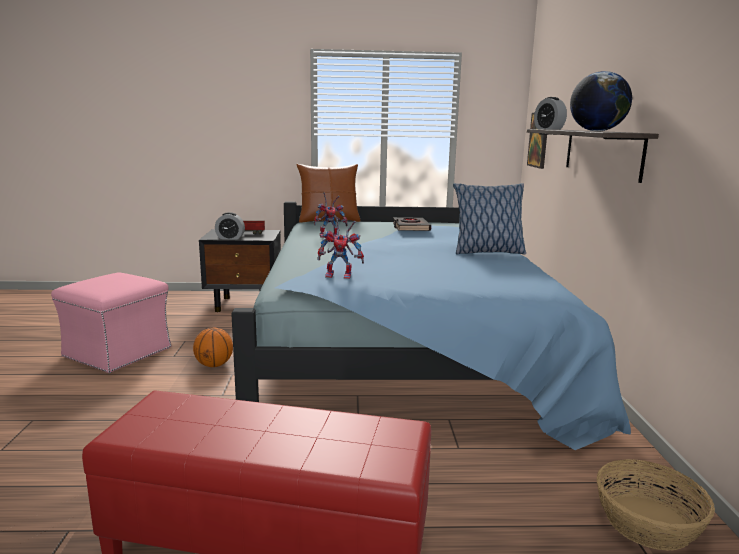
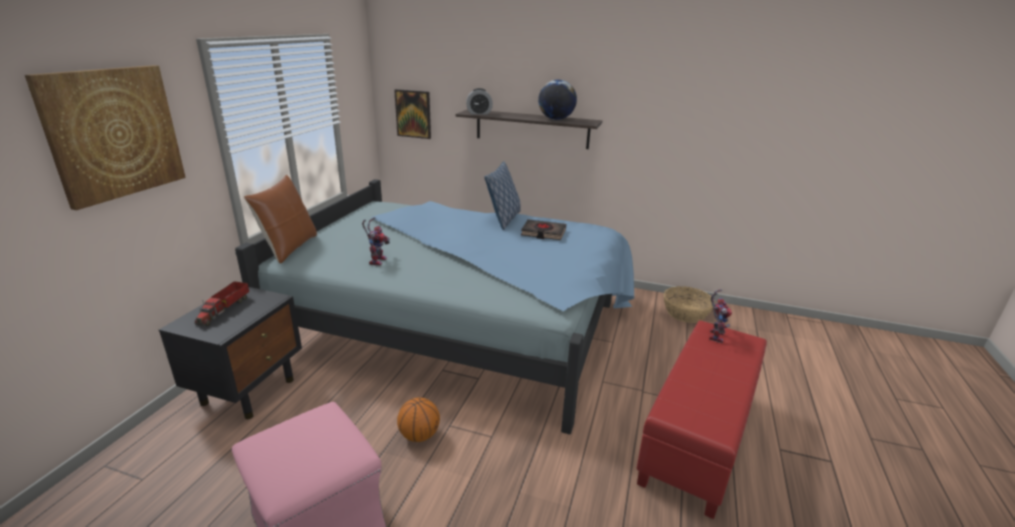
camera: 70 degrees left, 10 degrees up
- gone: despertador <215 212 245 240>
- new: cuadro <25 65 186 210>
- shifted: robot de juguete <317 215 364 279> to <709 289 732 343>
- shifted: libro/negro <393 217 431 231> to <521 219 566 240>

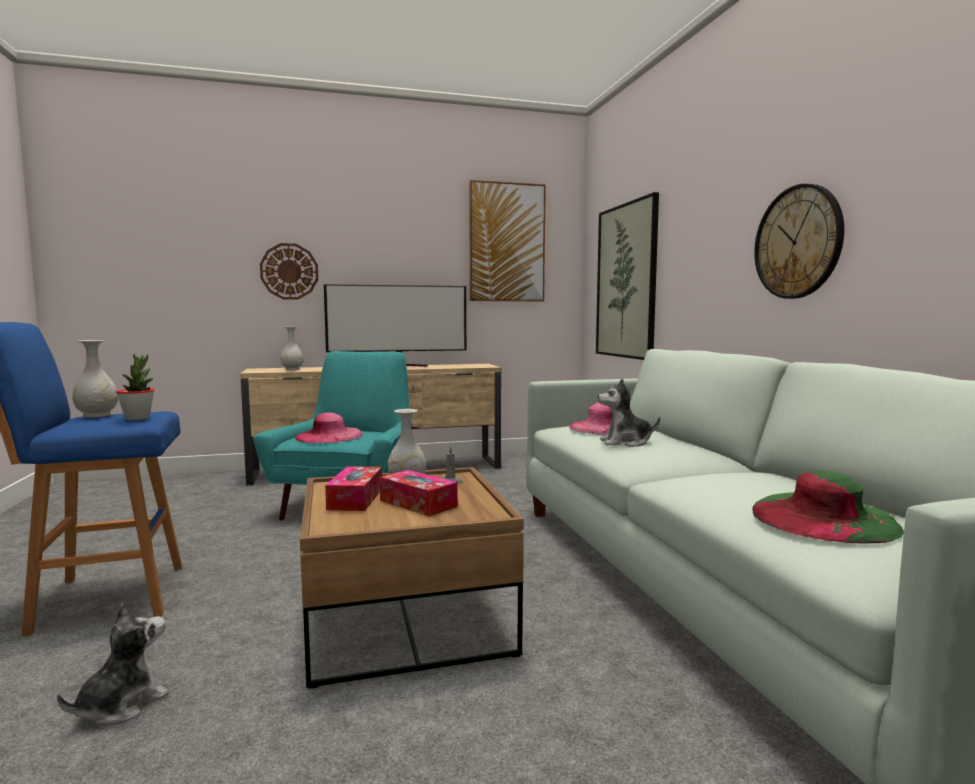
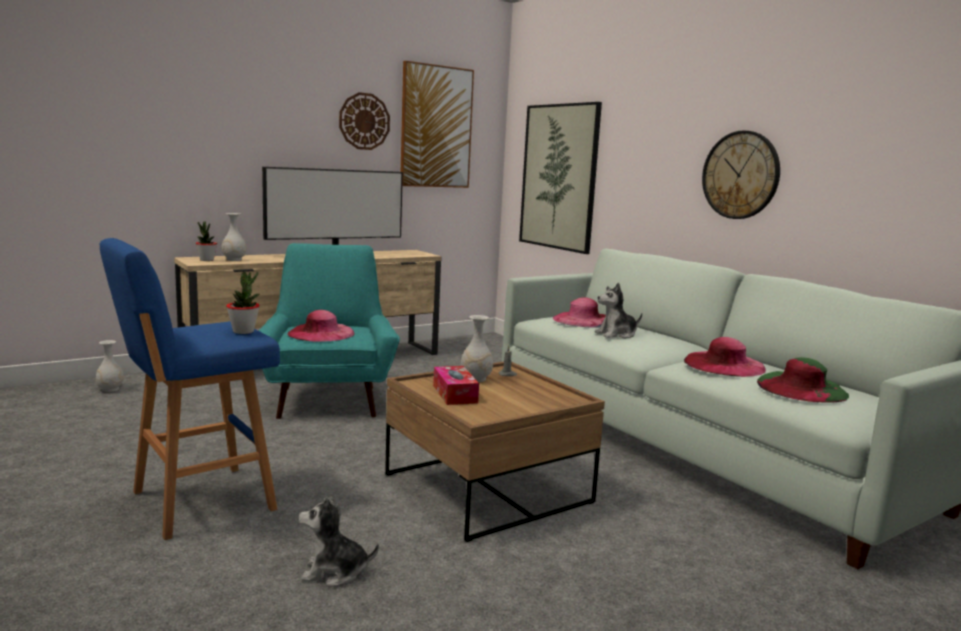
camera: 20 degrees left, 5 degrees up
- gone: caja de pañuelos <380 470 458 517>
- new: planta en maceta <196 221 217 261>
- new: sombrero/rosa <684 337 766 377>
- shifted: florero/blanco <72 340 118 418> to <95 340 124 392>
- shifted: reloj de pared <260 243 318 300> to <339 92 390 150>
- rotated: peluche <57 603 169 726> = <299 494 379 587> 105 degrees counterclockwise

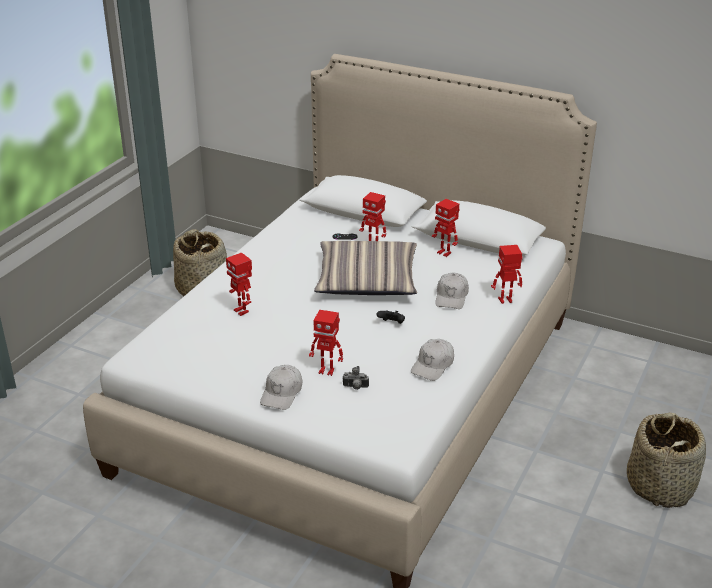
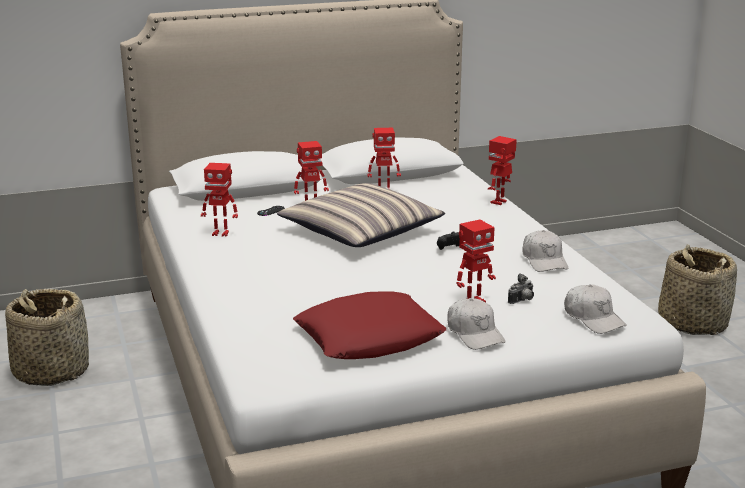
camera: 45 degrees left, 10 degrees down
- new: cojín/rojo <293 291 446 359>
- shifted: robot de juguete <226 253 252 316> to <201 163 238 237>
- shifted: gorra/blanco <436 273 469 309> to <564 284 627 334>

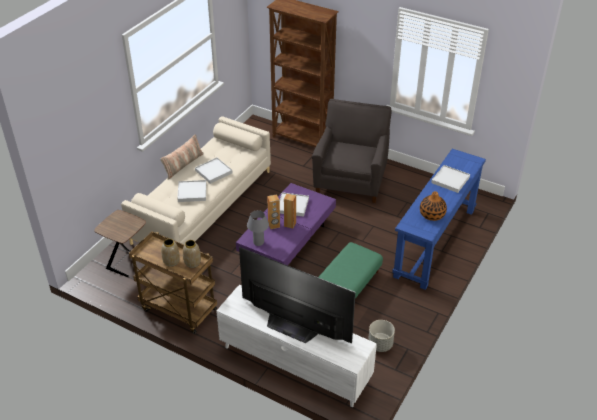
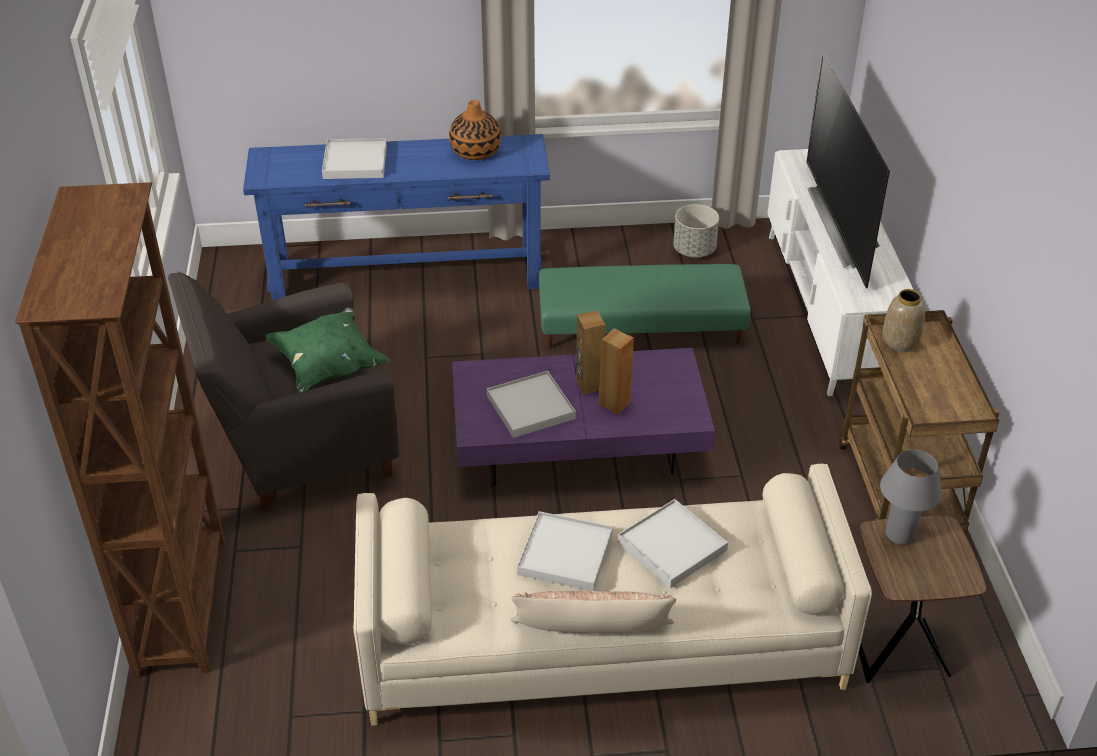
camera: 125 degrees left, 0 degrees up
- gone: florero <161 239 180 267>
- new: cojín/verde <265 308 391 393>
- shifted: lámpara de mesa/gris <247 210 269 246> to <880 450 942 544>

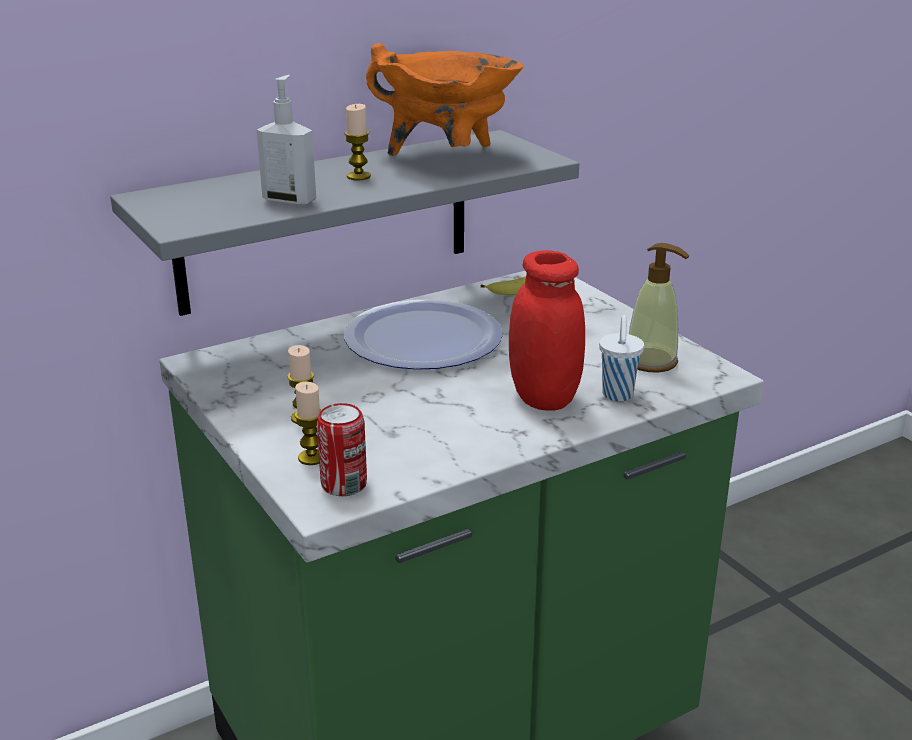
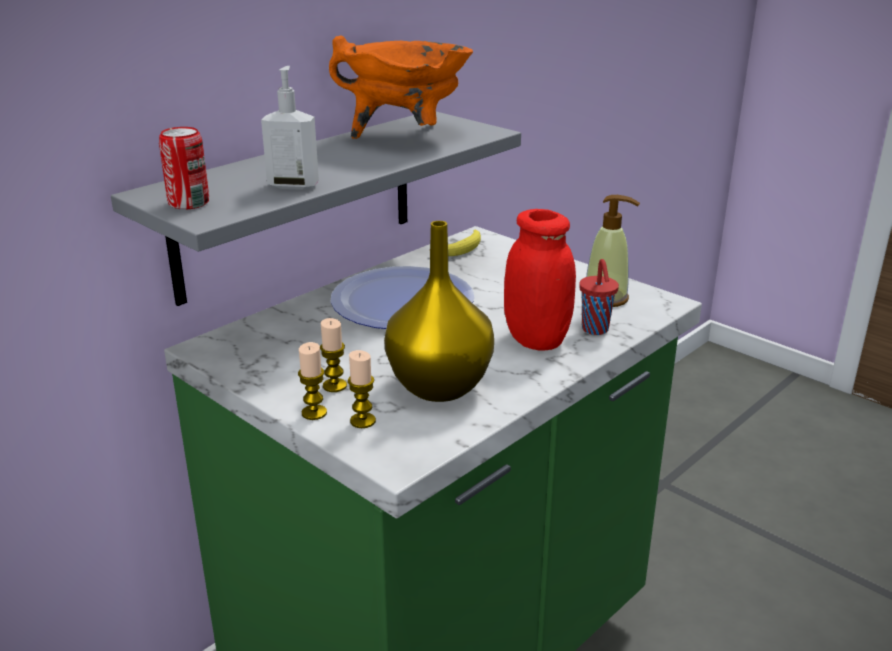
camera: 15 degrees left, 0 degrees up
- new: florero/amarillo <384 221 494 402>
- shifted: lata <317 403 367 496> to <159 127 209 209>
- shifted: vela <345 104 371 180> to <298 342 327 420>
- repainted: taza/blanco <599 315 644 401> to taza/rojo <579 259 619 335>

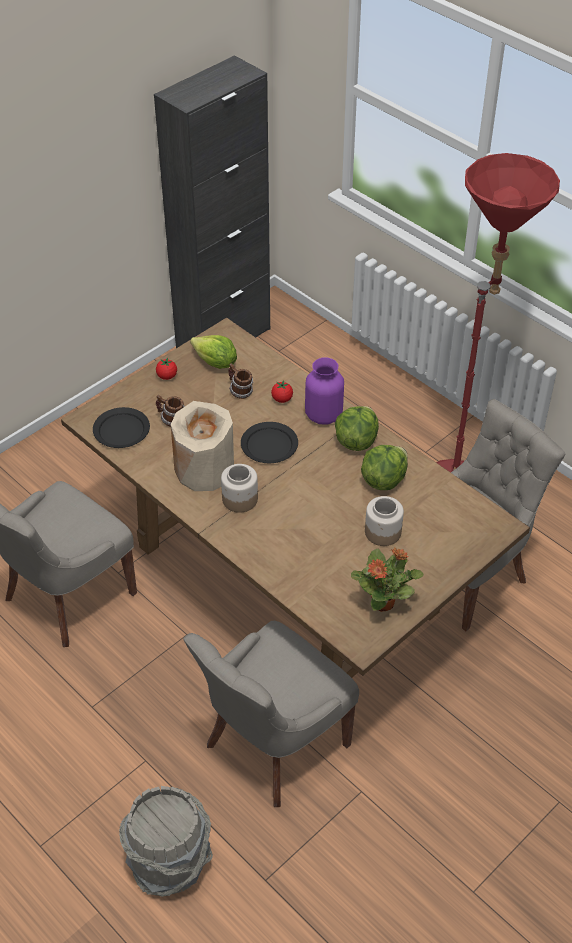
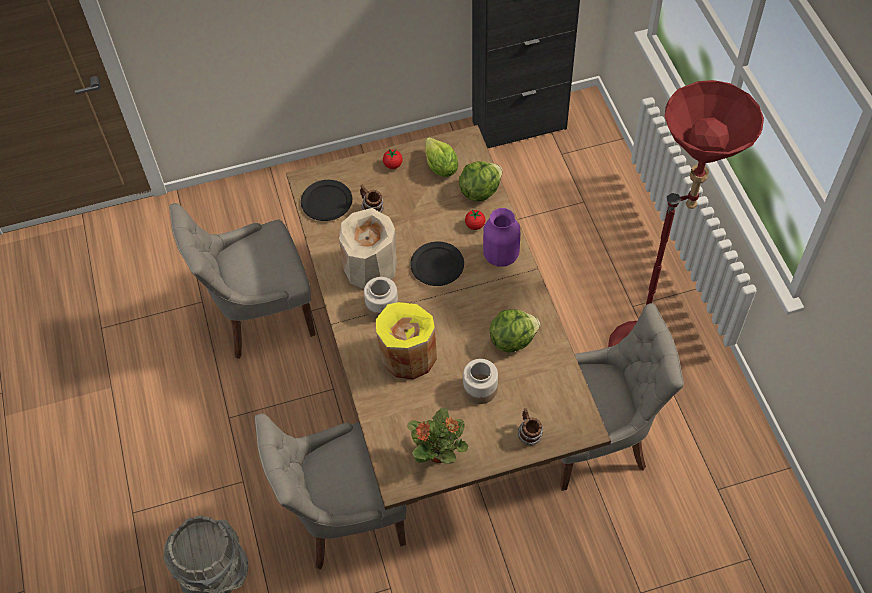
camera: 30 degrees right, 10 degrees up
- new: florero/amarillo <376 302 437 380>
- shifted: taza grande <228 363 253 399> to <518 408 544 445>
- shifted: lechuga <335 406 379 451> to <459 161 502 201>

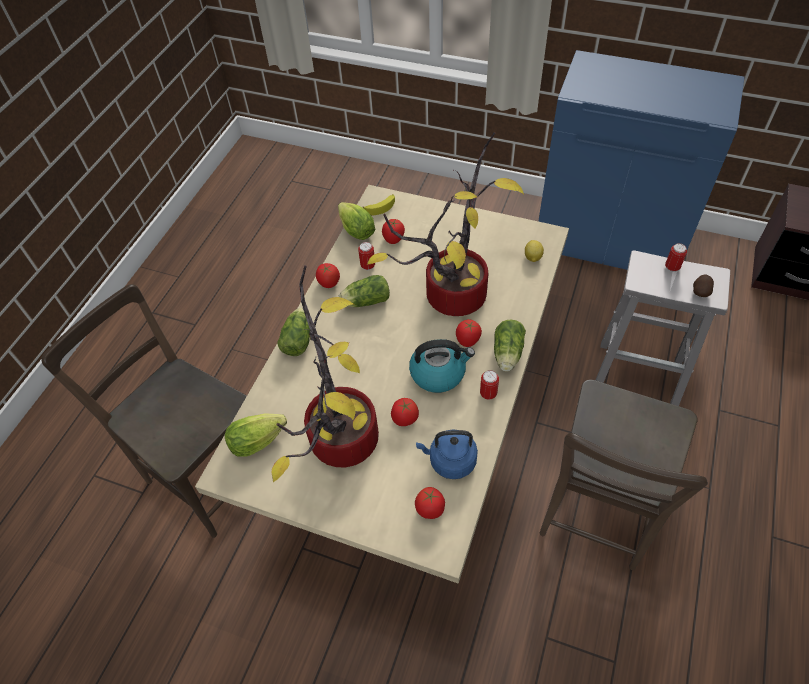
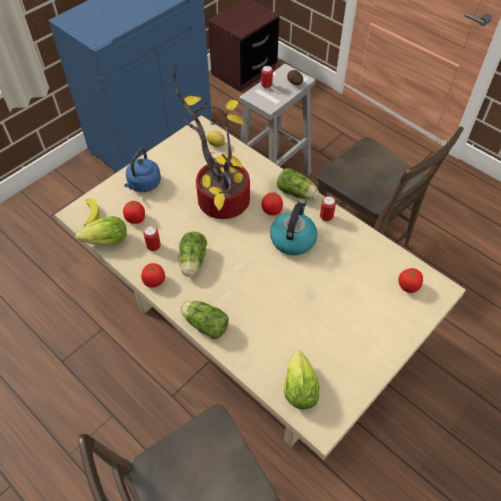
camera: 70 degrees left, 0 degrees up
- gone: planta en maceta <272 265 379 482>
- gone: tomate <391 398 419 426>
- shifted: hervidor/azul <416 429 478 479> to <124 148 161 192>

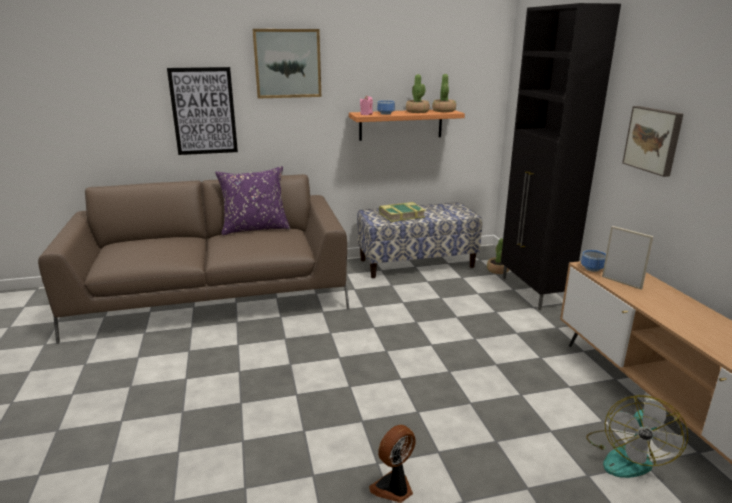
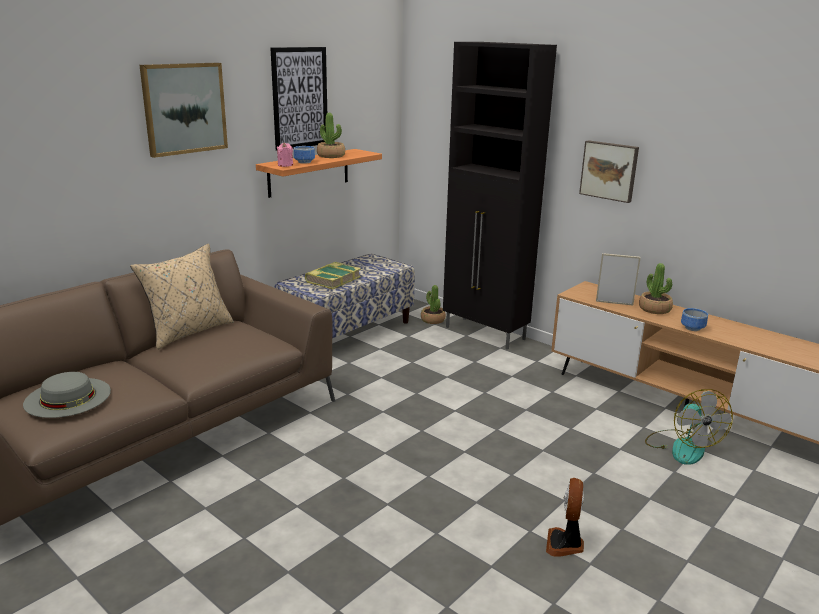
camera: 35 degrees left, 0 degrees up
- new: sombrero/gris <23 372 111 418>
- shifted: cuadro <167 67 238 155> to <270 47 327 151>
- shifted: planta en maceta <432 74 456 112> to <639 263 673 314>
- shifted: cuenco <581 250 606 272> to <681 308 708 331>
- repainted: cojín/morado <215 166 290 235> to cojín/beis <130 244 234 350>

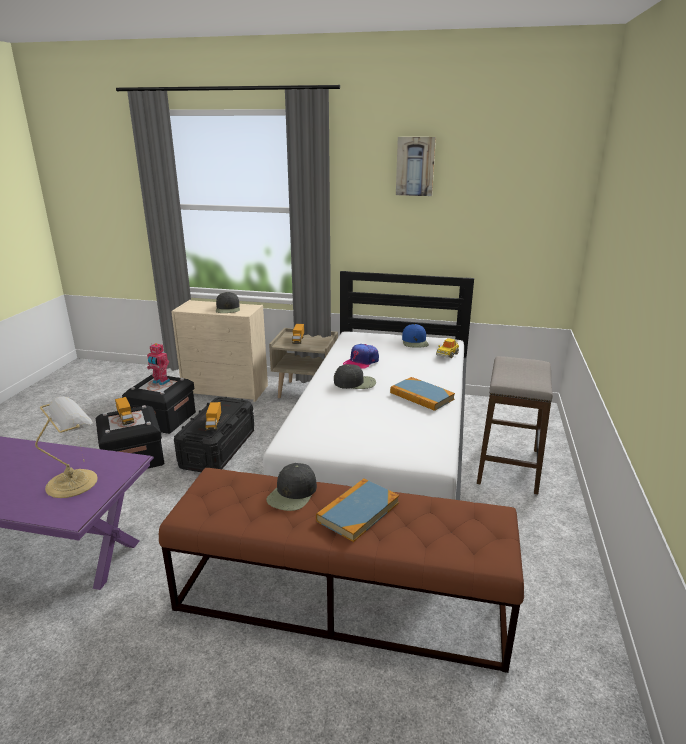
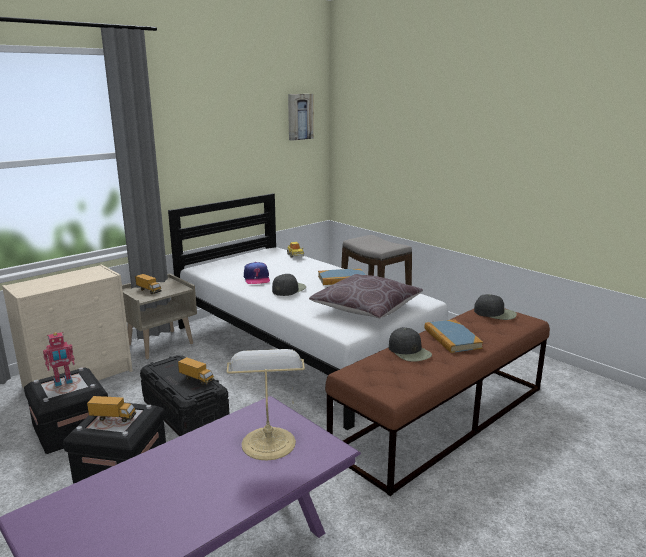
camera: 55 degrees left, 5 degrees down
- gone: gorra/azul <402 324 429 348>
- new: cojín/marrón <309 274 423 318>
- shifted: gorra/negro <216 292 240 313> to <474 294 517 320>
- shifted: cuadro <396 137 436 196> to <288 94 314 141>

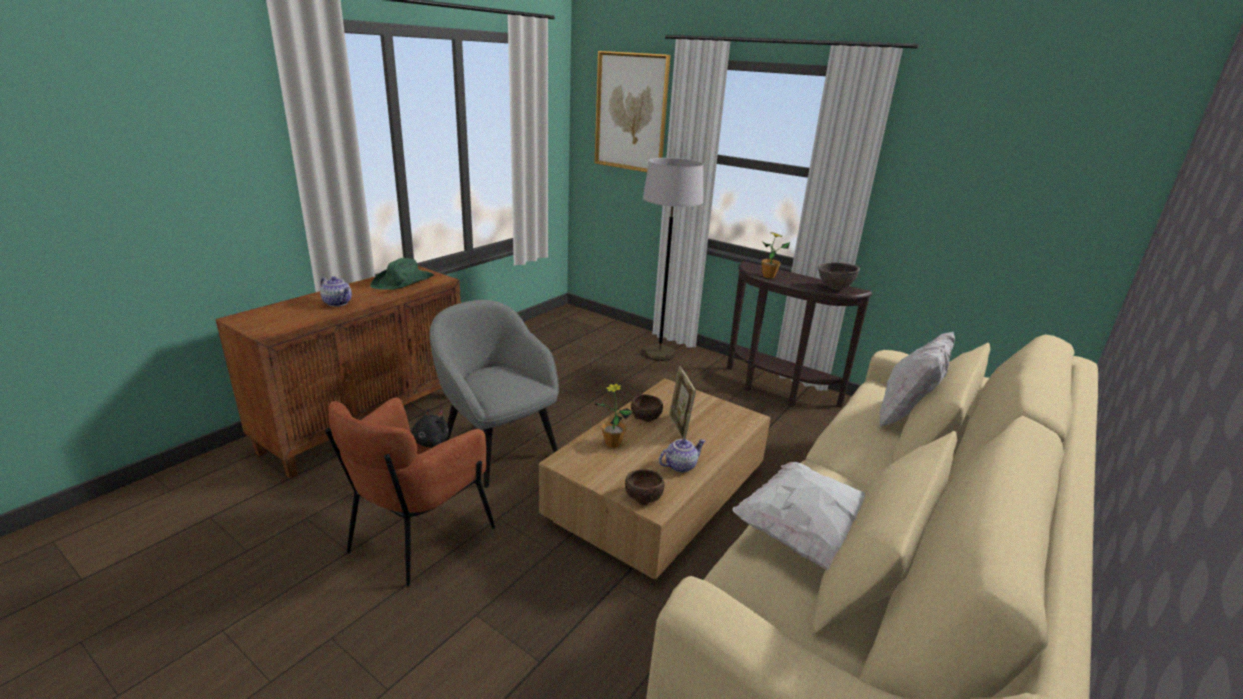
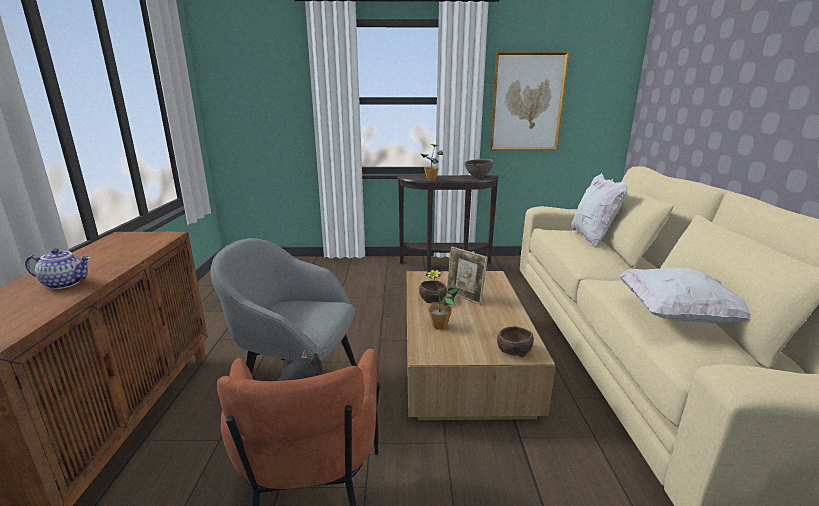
camera: 35 degrees left, 5 degrees down
- gone: sombrero/verde <370 258 435 290>
- gone: lámpara de pie/gris <643 158 703 361>
- gone: tetera <659 439 705 473>
- shifted: cuadro <595 51 671 172> to <490 51 569 150>

